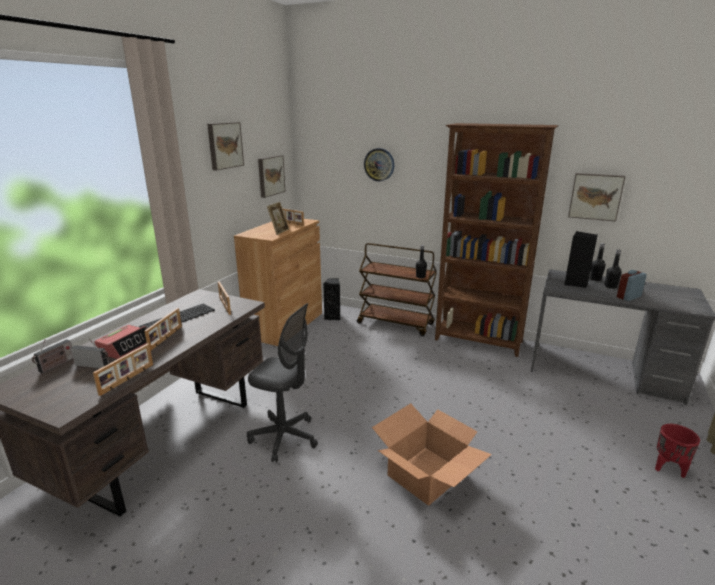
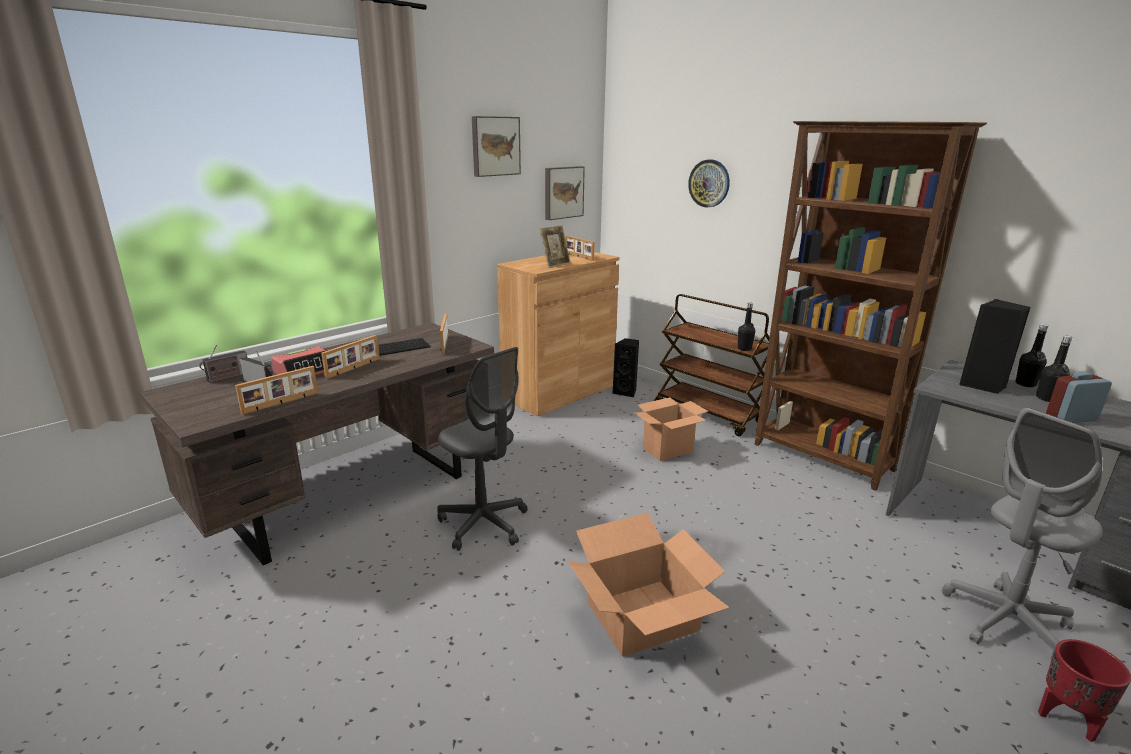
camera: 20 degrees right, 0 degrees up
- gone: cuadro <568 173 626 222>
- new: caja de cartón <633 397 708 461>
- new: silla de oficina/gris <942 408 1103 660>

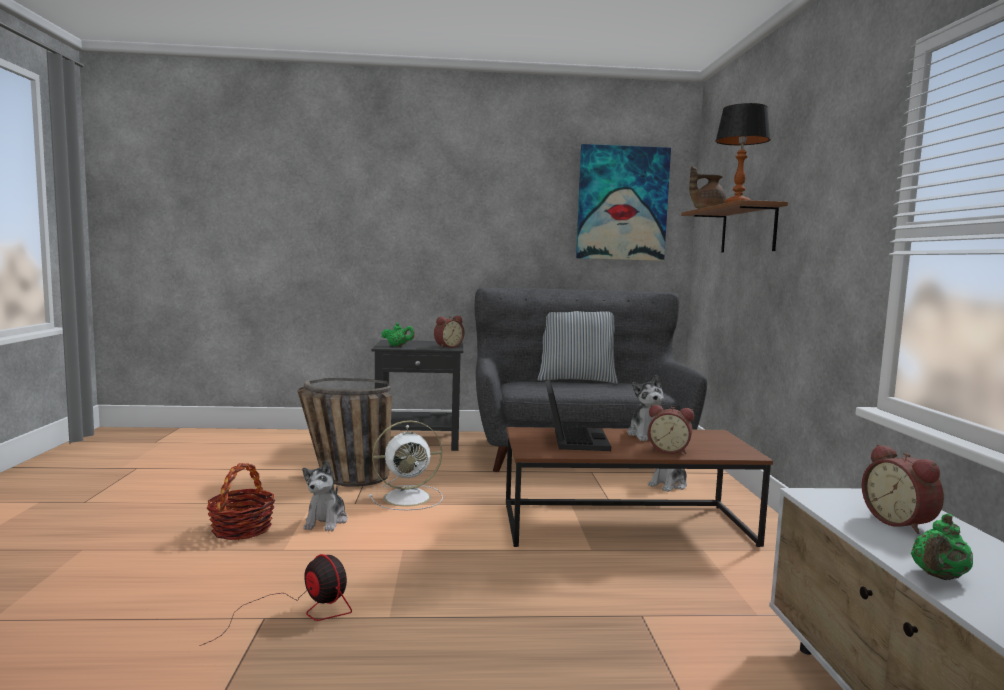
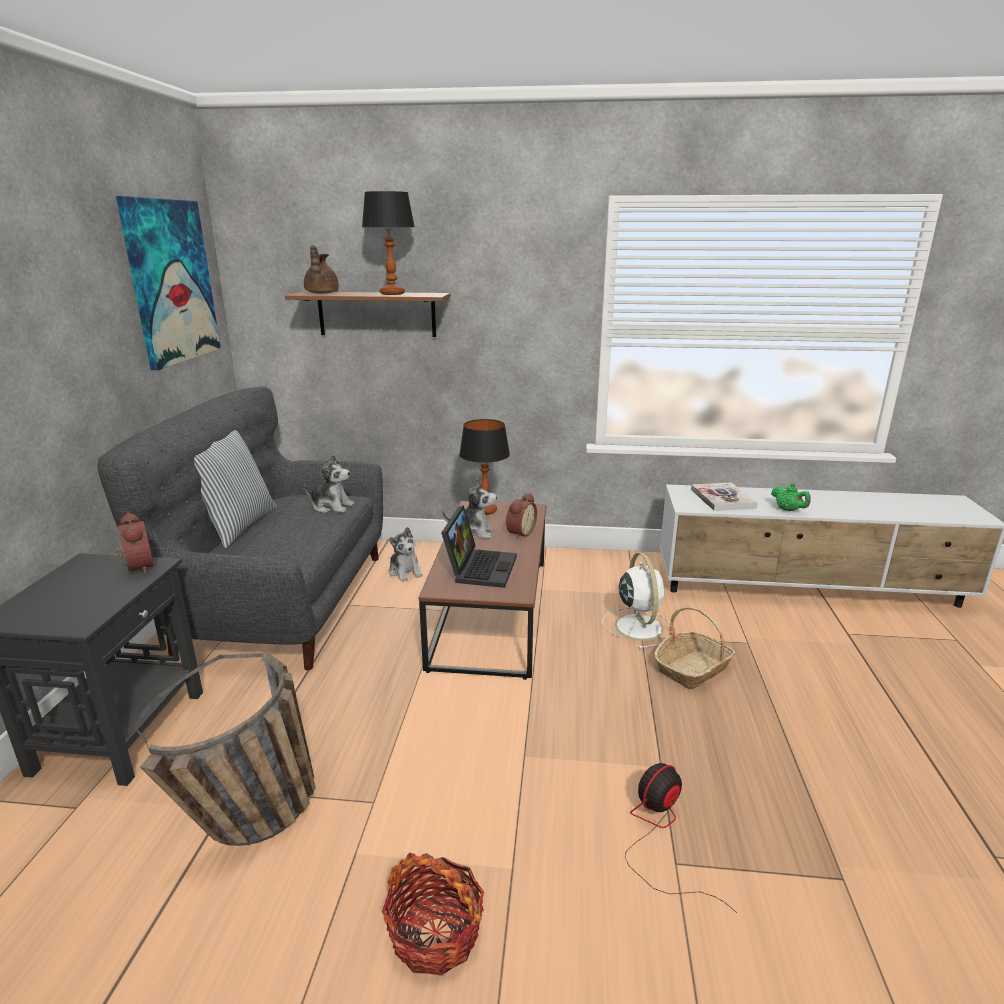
camera: 80 degrees left, 15 degrees up
- gone: tetera/verde <381 323 415 346>
- new: lámpara de mesa <459 419 510 515>
- new: cesta <654 606 736 690>
- shifted: peluche <302 461 347 531> to <304 455 354 513>
- shifted: ventilador/blanco <369 420 443 510> to <602 553 670 649>
- swapped: despertador <862 444 944 534> to libro <691 482 757 511>
- rotated: portátil <545 380 611 451> = <441 505 517 588> 90 degrees clockwise

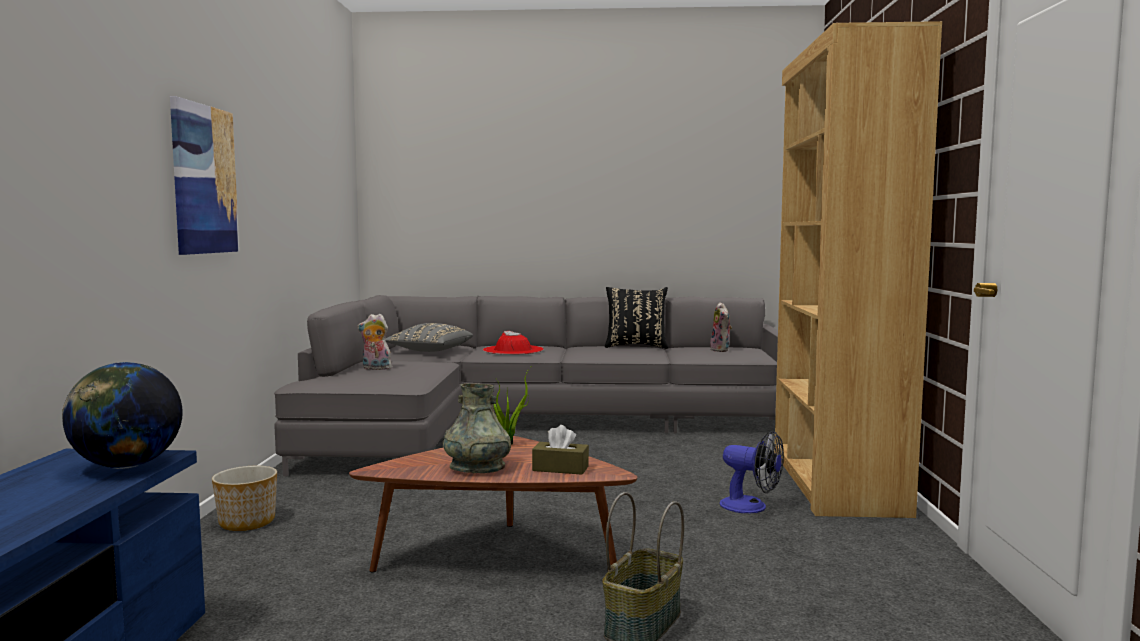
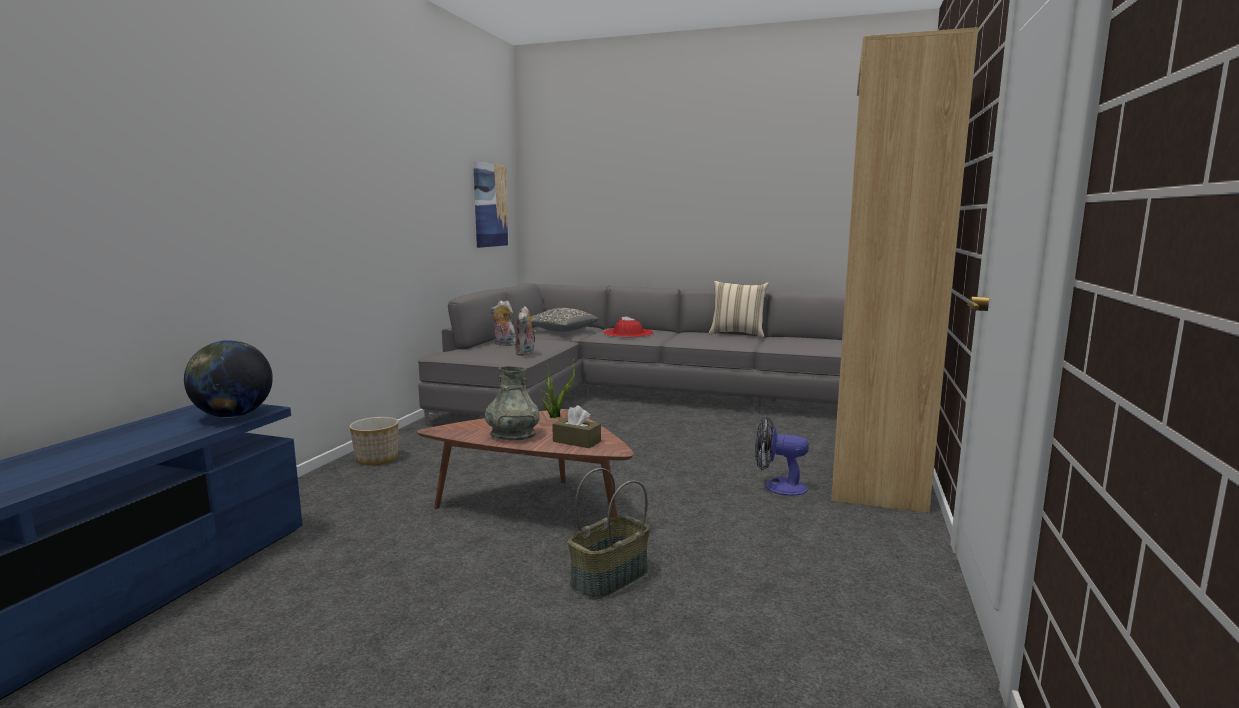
camera: 15 degrees right, 5 degrees up
- shifted: cuadro <170 96 239 255> to <473 161 509 248>
- shifted: peluche <710 302 732 352> to <515 306 536 356>
- repainted: cojín/negro <605 287 668 349> to cojín/beis <709 281 769 337>
- rotated: ventilador <720 431 784 513> = <755 416 809 496> 150 degrees clockwise

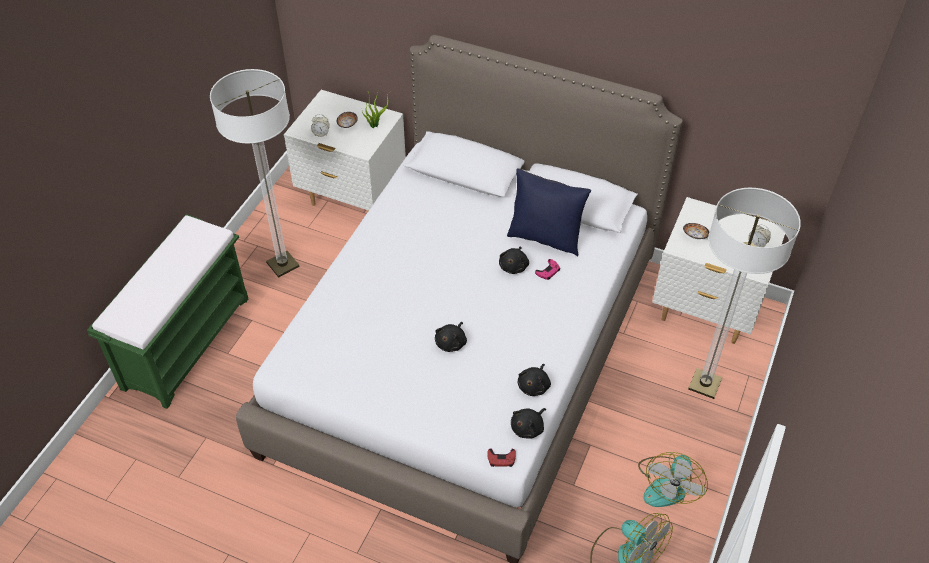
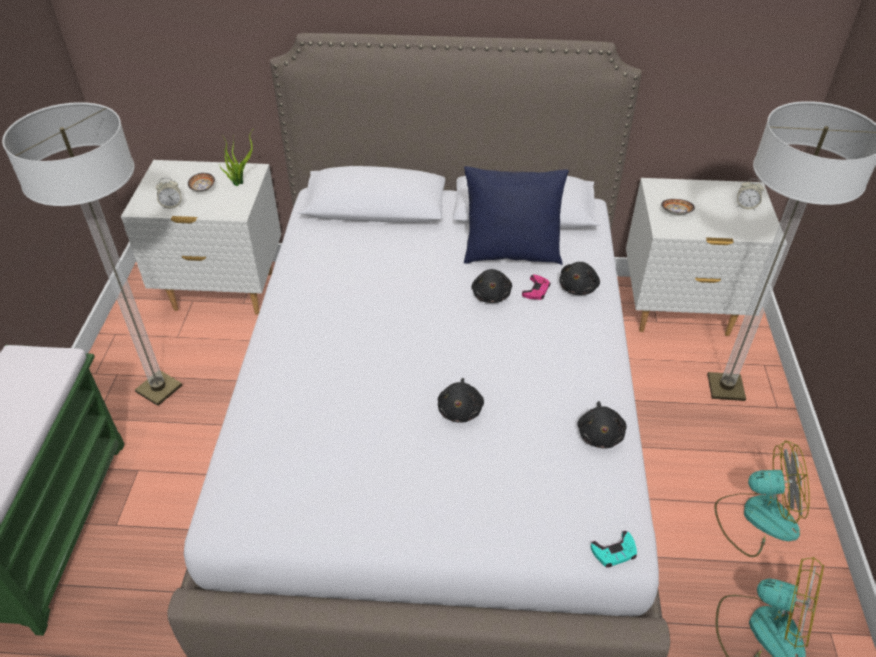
camera: 20 degrees left, 5 degrees down
- shifted: peluche/negro <511 408 546 439> to <560 262 600 295>
- repainted: mando de consola/rojo <487 449 516 467> to mando de consola/turquesa <591 531 637 568>
- rotated: ventilador <638 452 708 507> = <714 440 810 557> 90 degrees counterclockwise

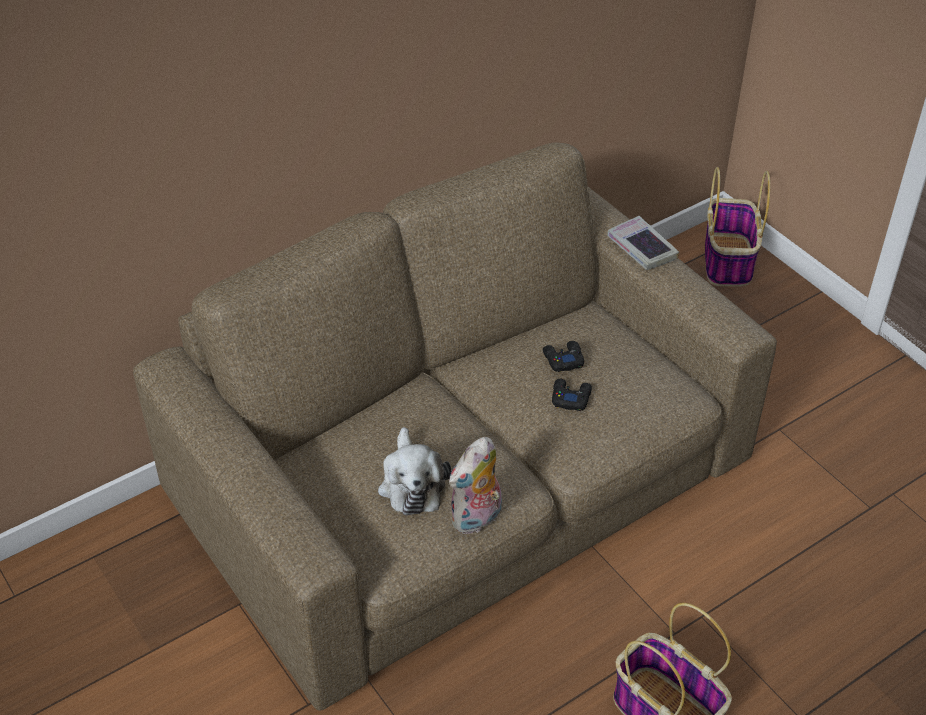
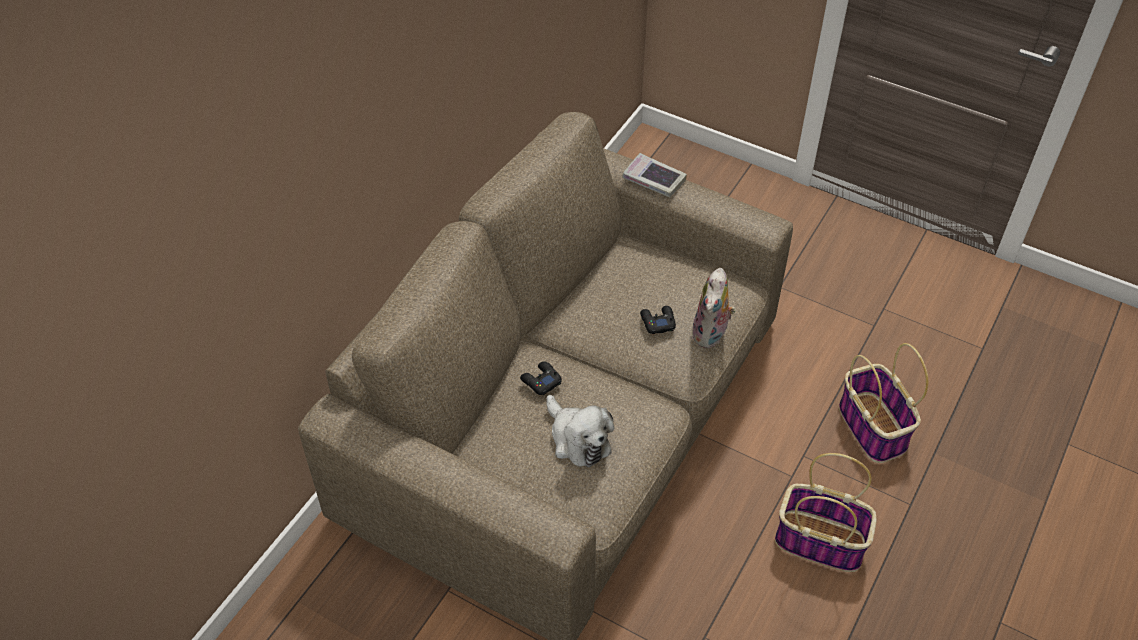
camera: 25 degrees left, 5 degrees up
- shifted: peluche <449 437 502 535> to <692 268 736 348>
- shifted: mando de consola/negro <543 341 584 372> to <520 361 562 395>
- shifted: cesta <705 167 770 287> to <839 343 928 463>

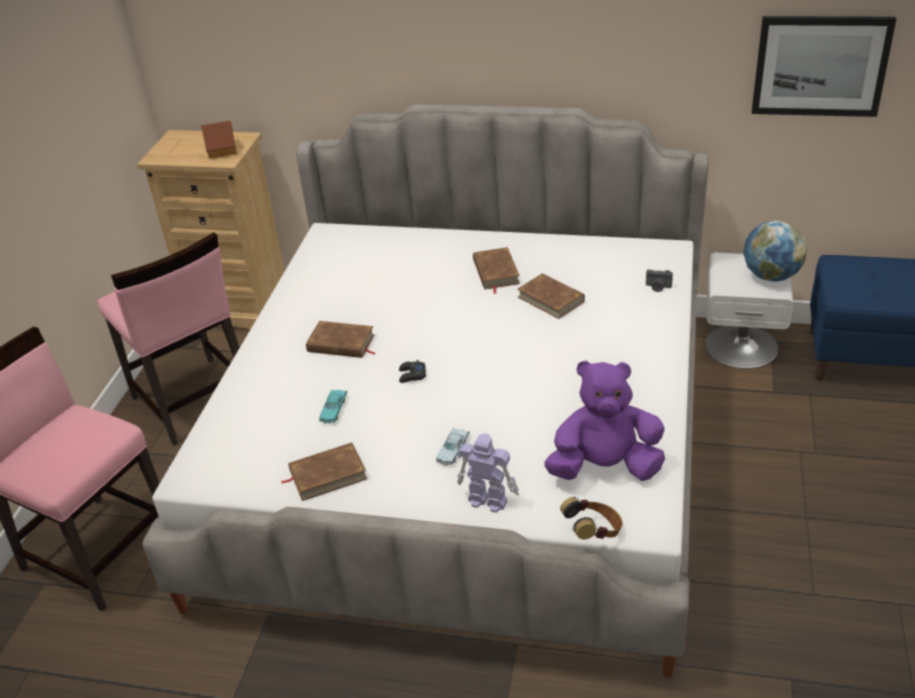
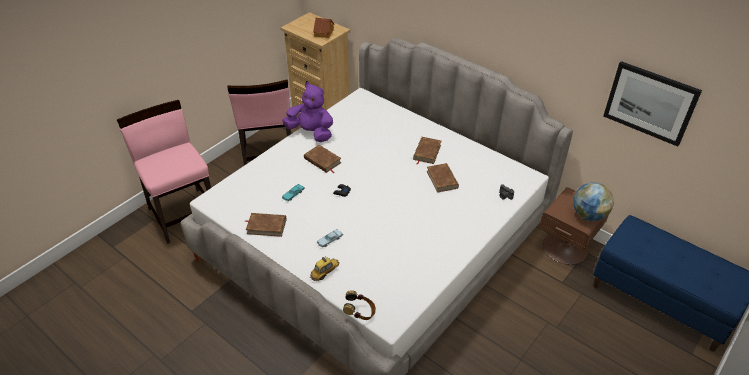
camera: 25 degrees right, 5 degrees up
- shifted: peluche/morado <544 360 665 481> to <282 82 333 142>
- swapped: robot de juguete <457 433 519 513> to coche de juguete <310 256 339 281>
- repainted: mesita de noche/blanco <705 253 793 369> to mesita de noche/marrón <540 187 609 265>

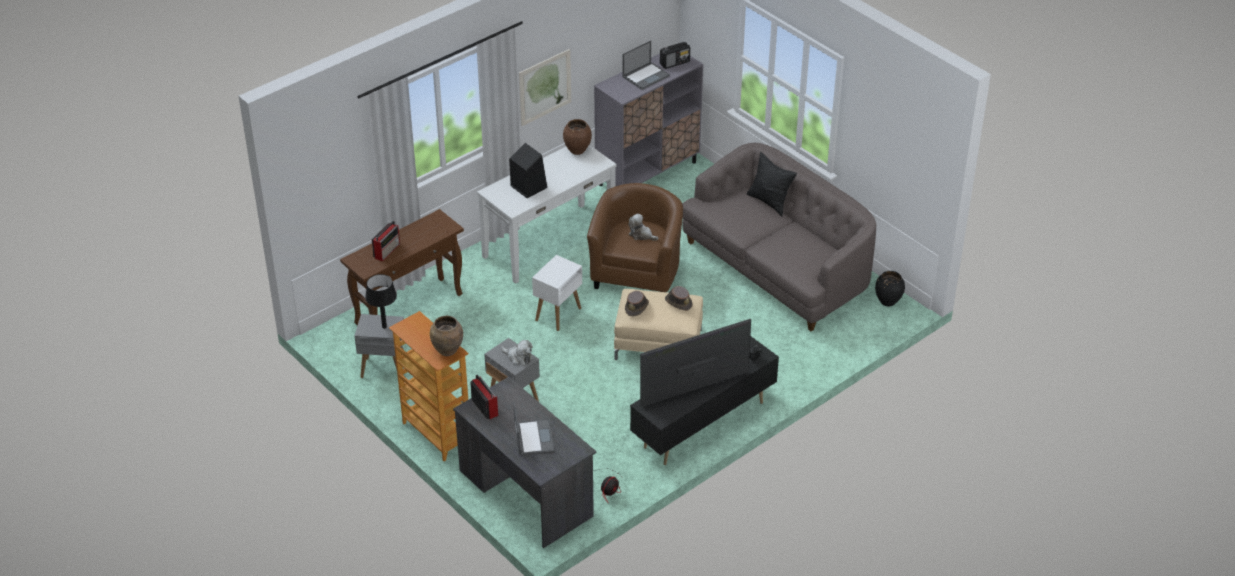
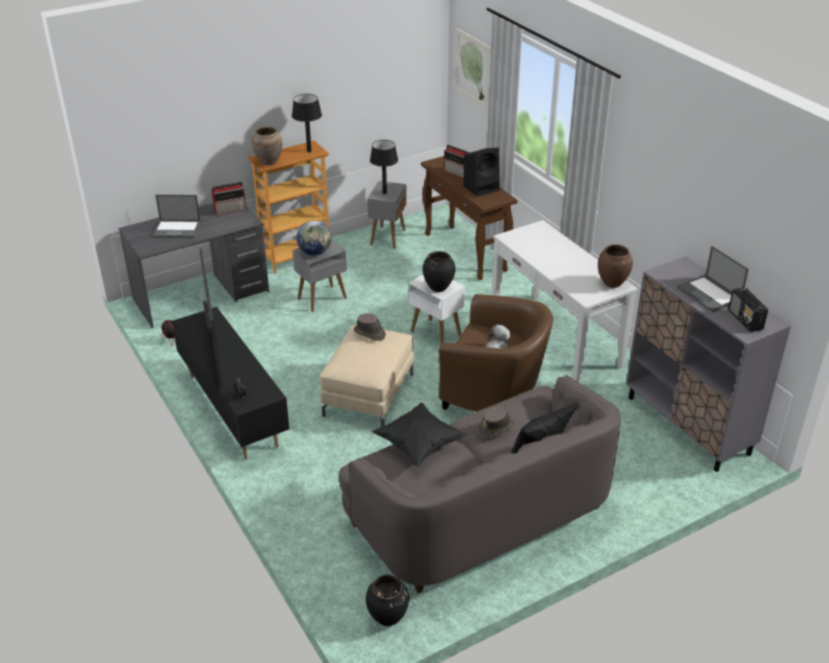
camera: 100 degrees right, 5 degrees down
- new: lámpara de mesa/negro <292 94 322 153>
- new: cojín/negro <372 403 466 467>
- new: florero/negro <423 251 455 292>
- shifted: altavoz/negro <509 143 547 198> to <463 148 500 197>
- shifted: cuadro <519 49 571 126> to <455 28 491 111>
- shifted: sombrero/marrón <665 286 693 311> to <478 407 515 438>
- swapped: peluche <501 340 533 365> to globo terráqueo <296 221 331 256>

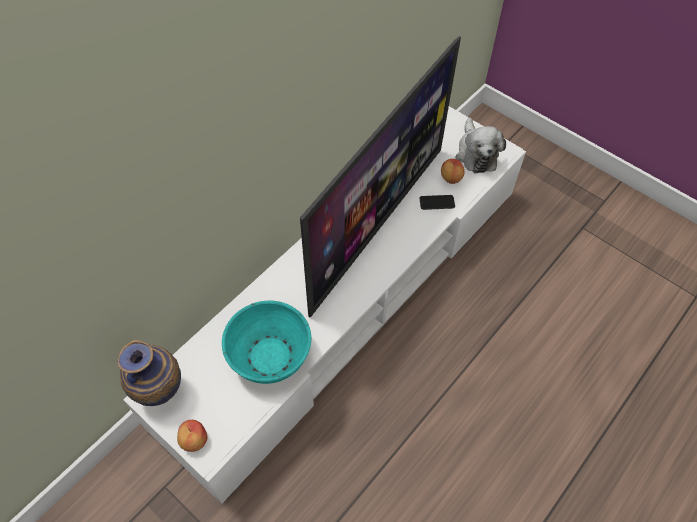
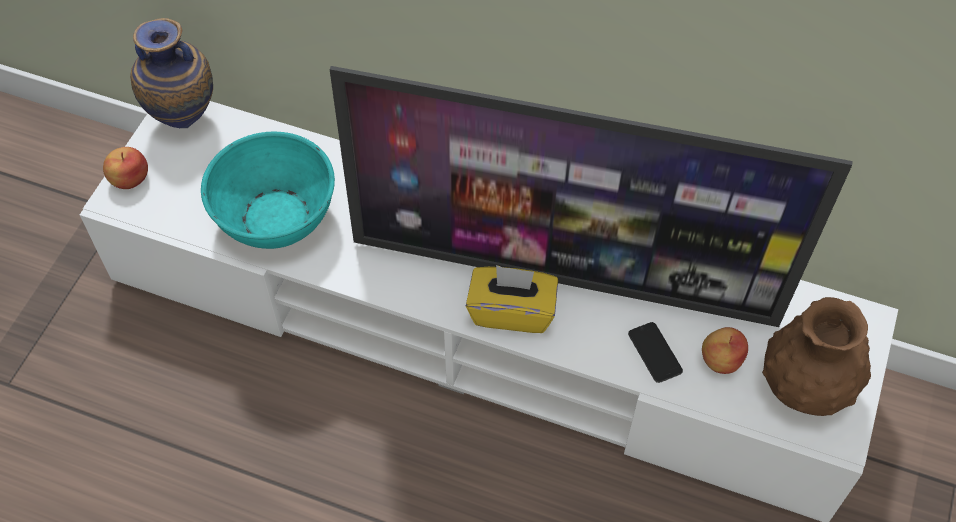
camera: 70 degrees right, 0 degrees up
- new: caja de pañuelos/amarillo <466 265 558 333>
- swapped: peluche <455 117 506 173> to florero/marrón <762 297 871 416>

